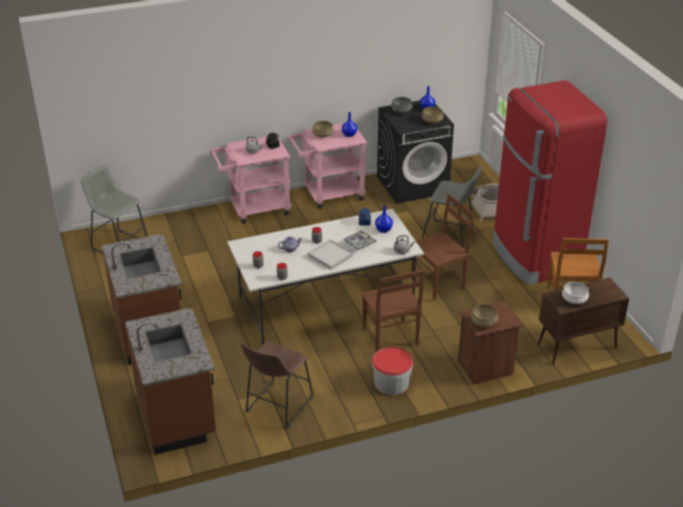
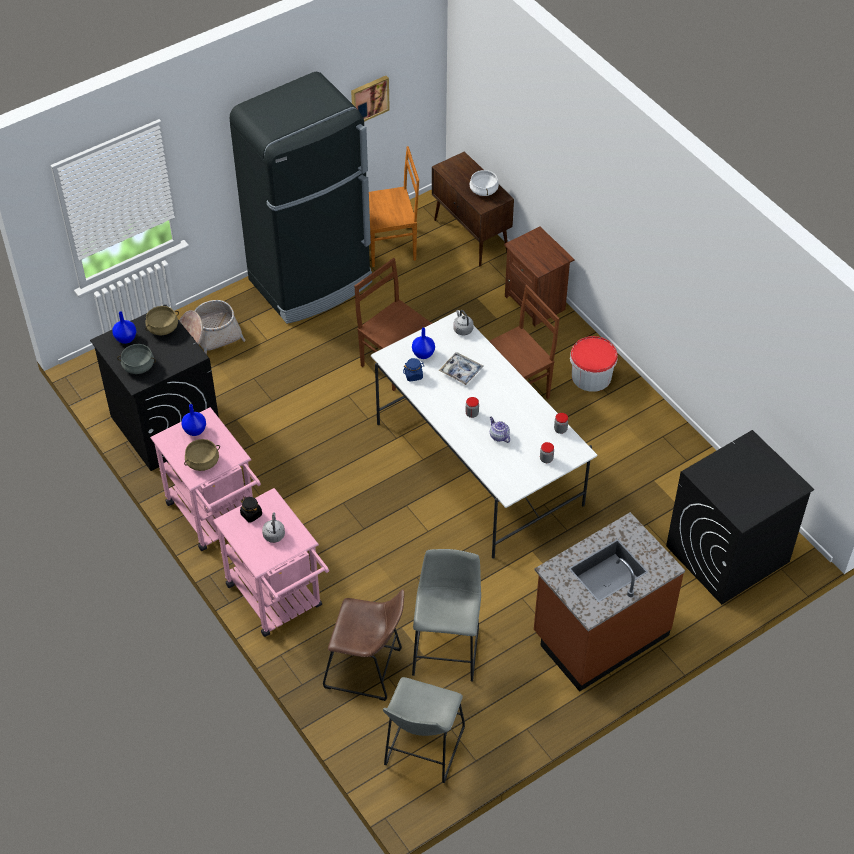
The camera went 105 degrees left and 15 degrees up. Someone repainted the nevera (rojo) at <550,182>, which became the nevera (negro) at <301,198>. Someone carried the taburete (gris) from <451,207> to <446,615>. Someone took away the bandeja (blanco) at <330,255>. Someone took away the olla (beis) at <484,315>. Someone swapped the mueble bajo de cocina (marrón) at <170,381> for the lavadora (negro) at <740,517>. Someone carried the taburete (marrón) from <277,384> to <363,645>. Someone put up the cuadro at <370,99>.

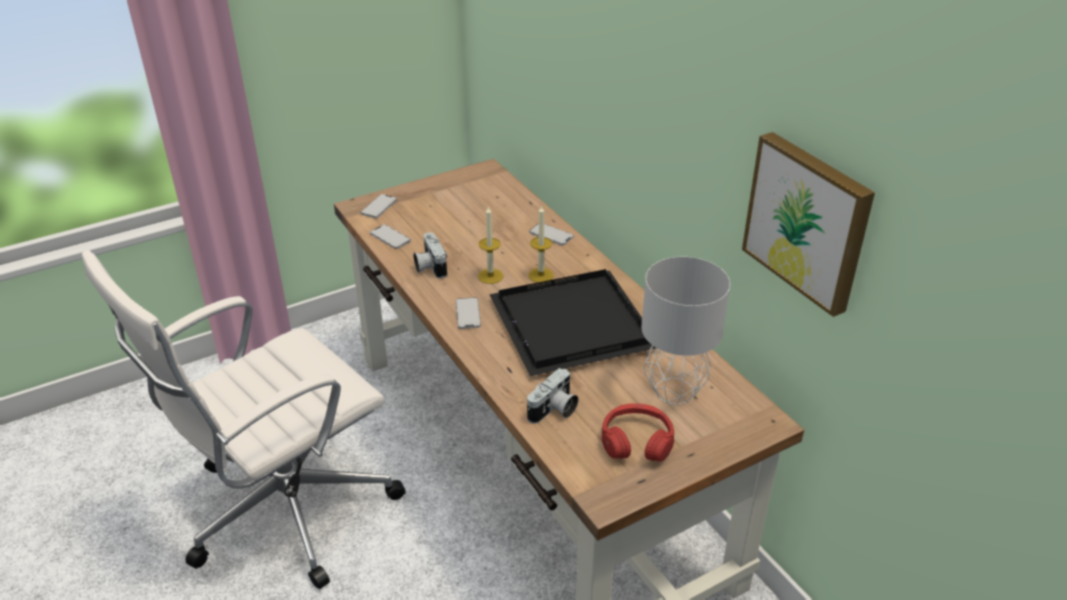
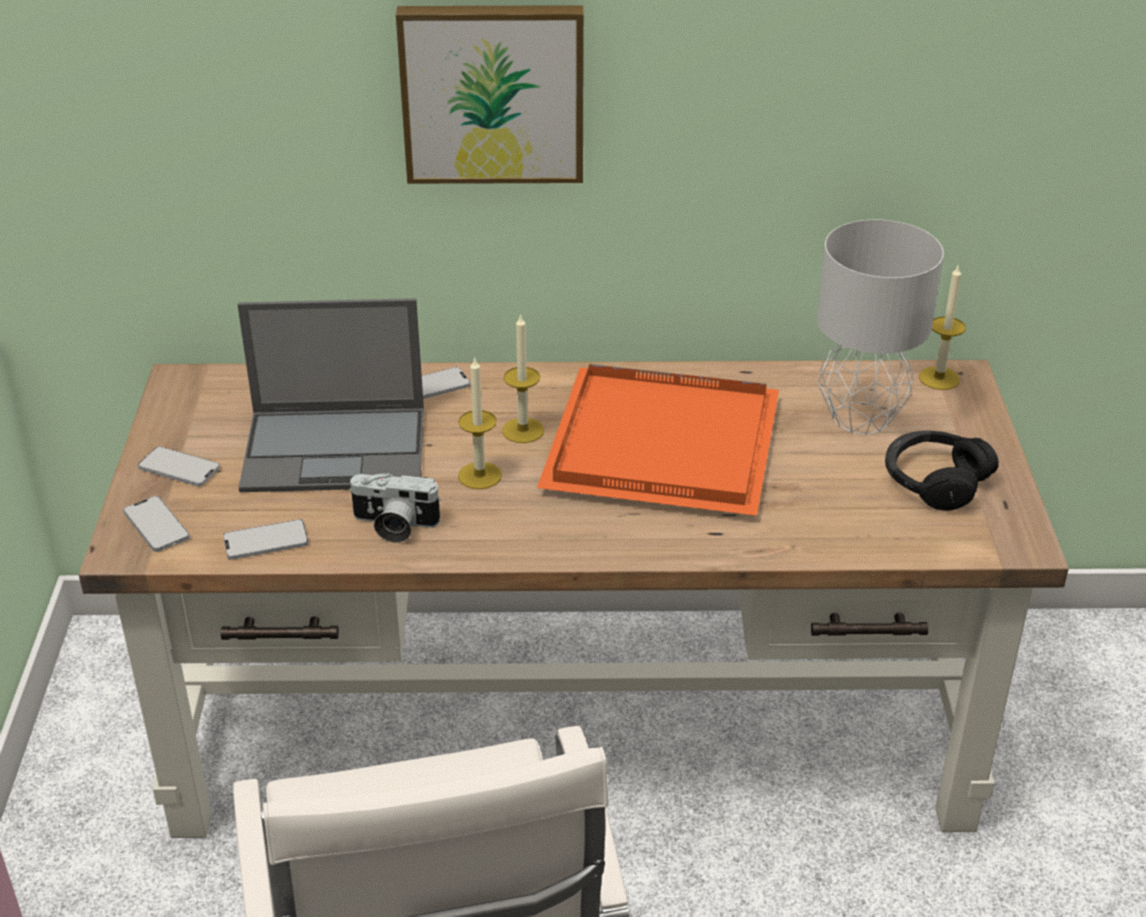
The camera went 60 degrees left and 0 degrees up. Someone carried the cuadro from <808,224> to <490,94>. Someone repainted the bandeja (negro) at <572,322>, which became the bandeja (naranja) at <658,440>. Someone carried the móvil from <468,313> to <179,466>. Someone took away the cámara at <552,396>. Someone repainted the auriculares (rojo) at <638,432>, which became the auriculares (negro) at <942,471>. Someone put down the vela at <942,327>. Someone put down the portátil at <331,395>.

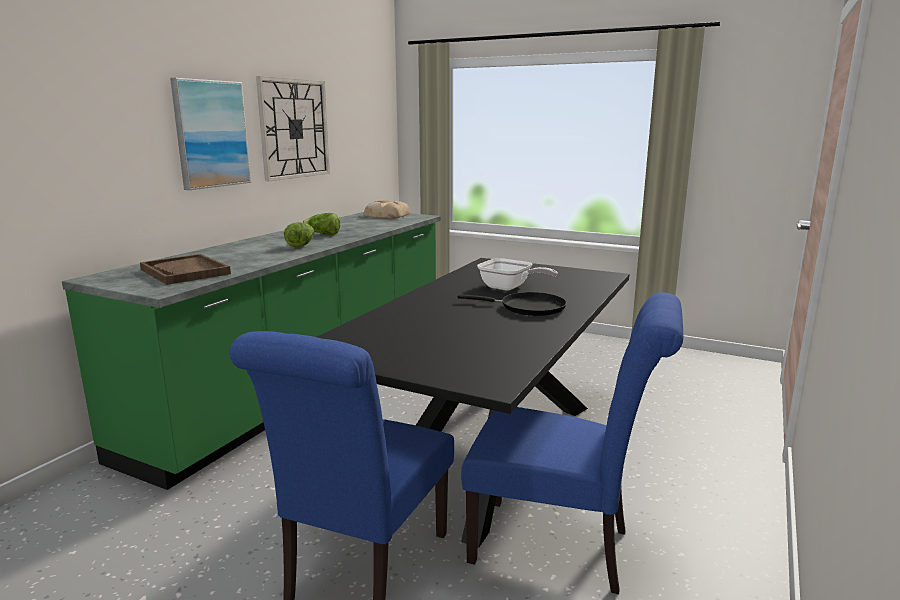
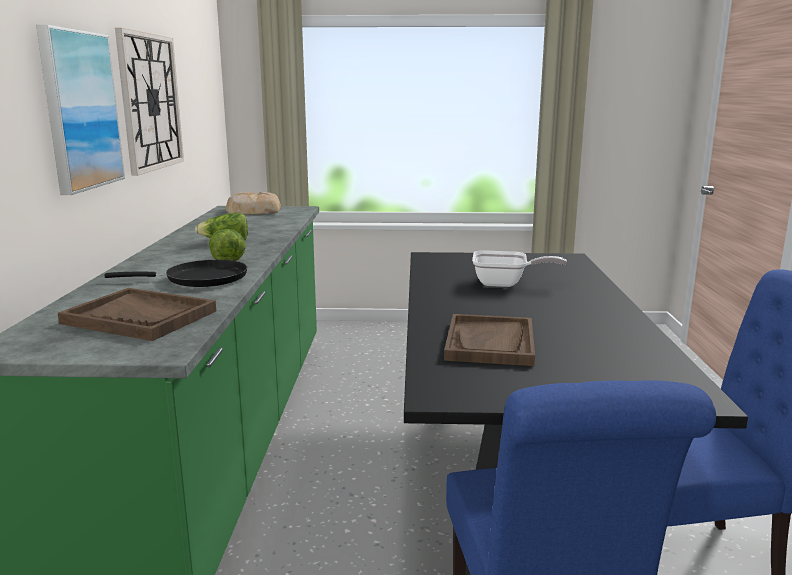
The camera went 25 degrees left and 0 degrees up. Someone carried the sartén (negro) from <512,304> to <175,273>. Someone put down the bandeja (marrón) at <489,340>.

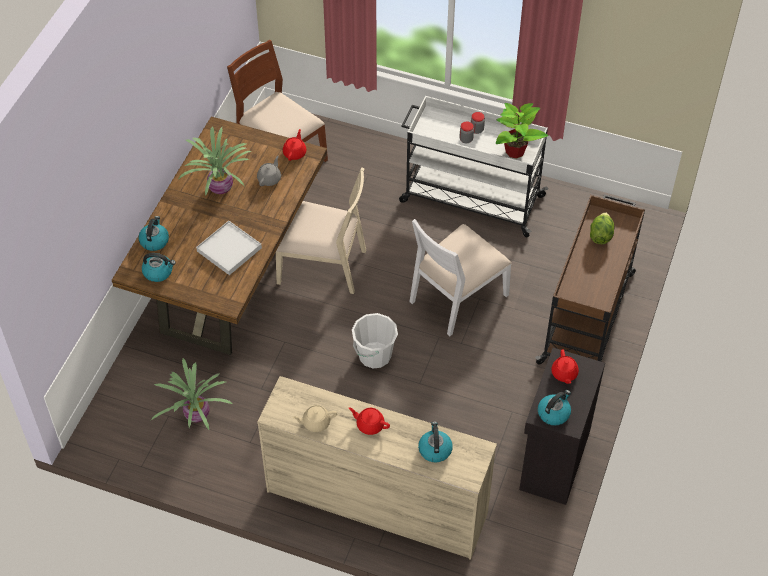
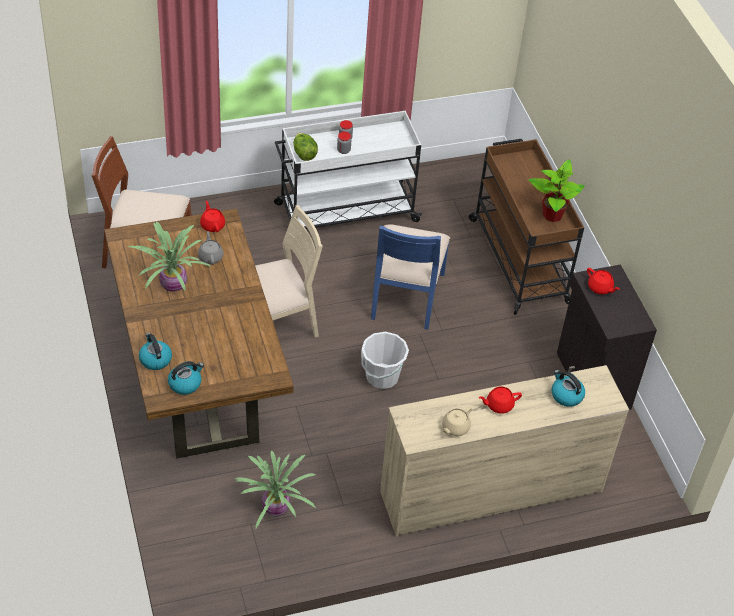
The camera went 40 degrees left and 5 degrees down. Someone carried the planta en maceta from <522,131> to <557,190>. Someone carried the lechuga from <602,228> to <305,147>. Someone repainted the silla (blanco) at <460,277>, which became the silla (azul) at <410,277>. Someone took away the bandeja (blanco) at <229,248>. Someone took away the hervidor at <554,408>.

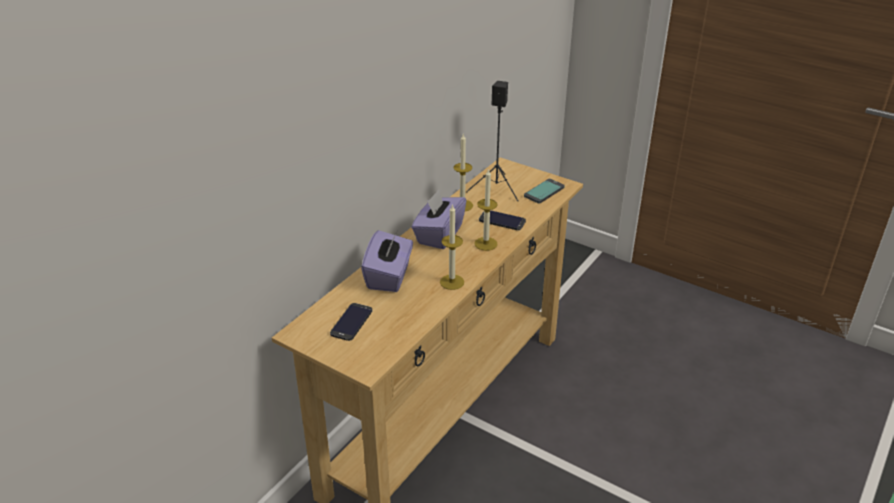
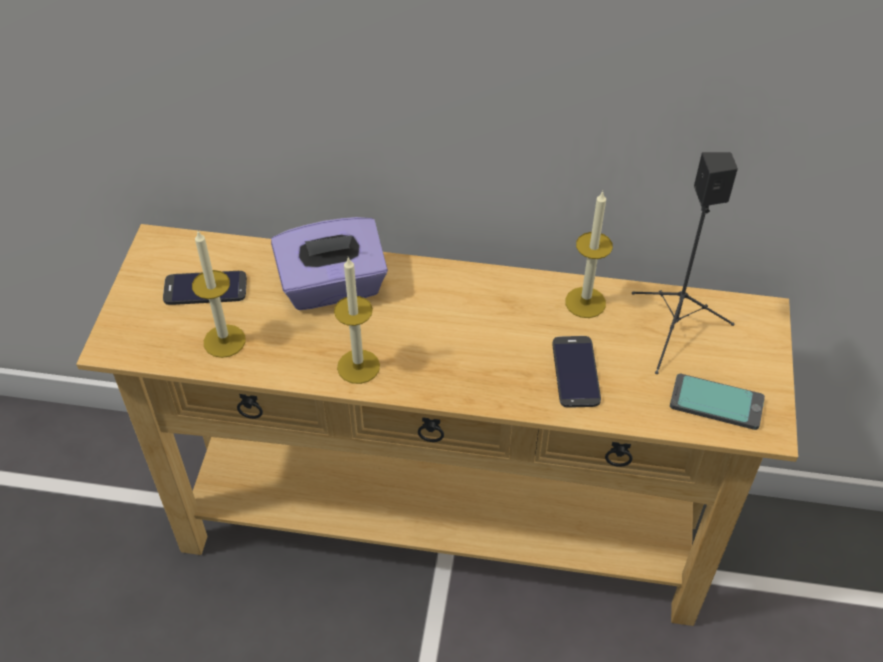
The camera went 65 degrees right and 15 degrees up. Someone carried the vela from <486,209> to <219,294>. Someone took away the caja de pañuelos (morado) at <439,219>.

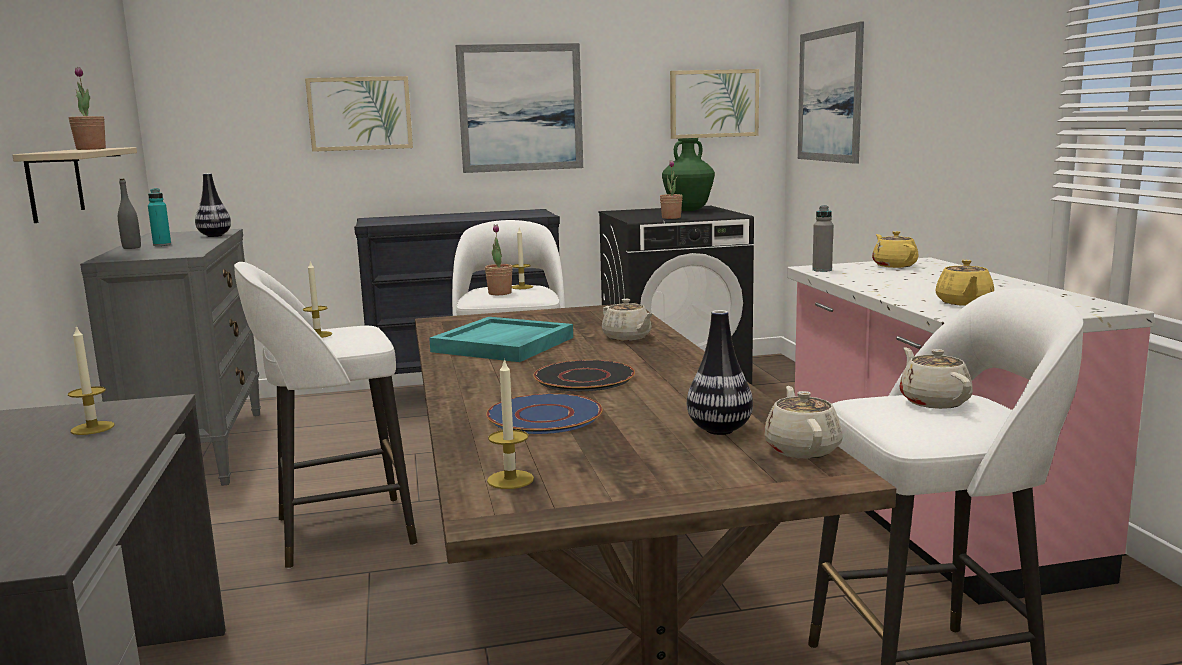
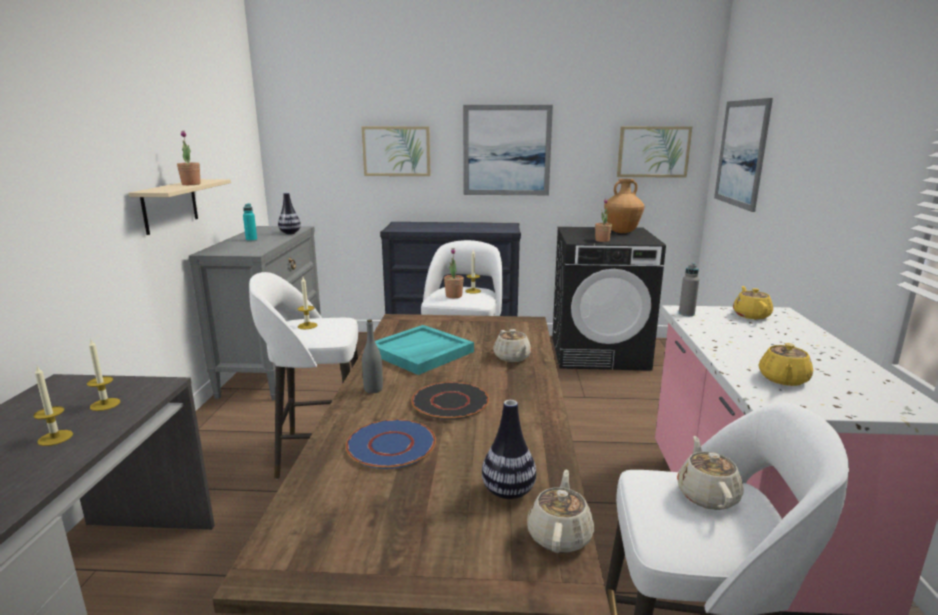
The camera went 15 degrees right and 5 degrees up. Someone repainted the florero (verde) at <688,174>, which became the florero (marrón) at <624,206>. Someone carried the botella (gris) from <129,214> to <372,356>. Someone carried the vela from <510,423> to <53,406>.

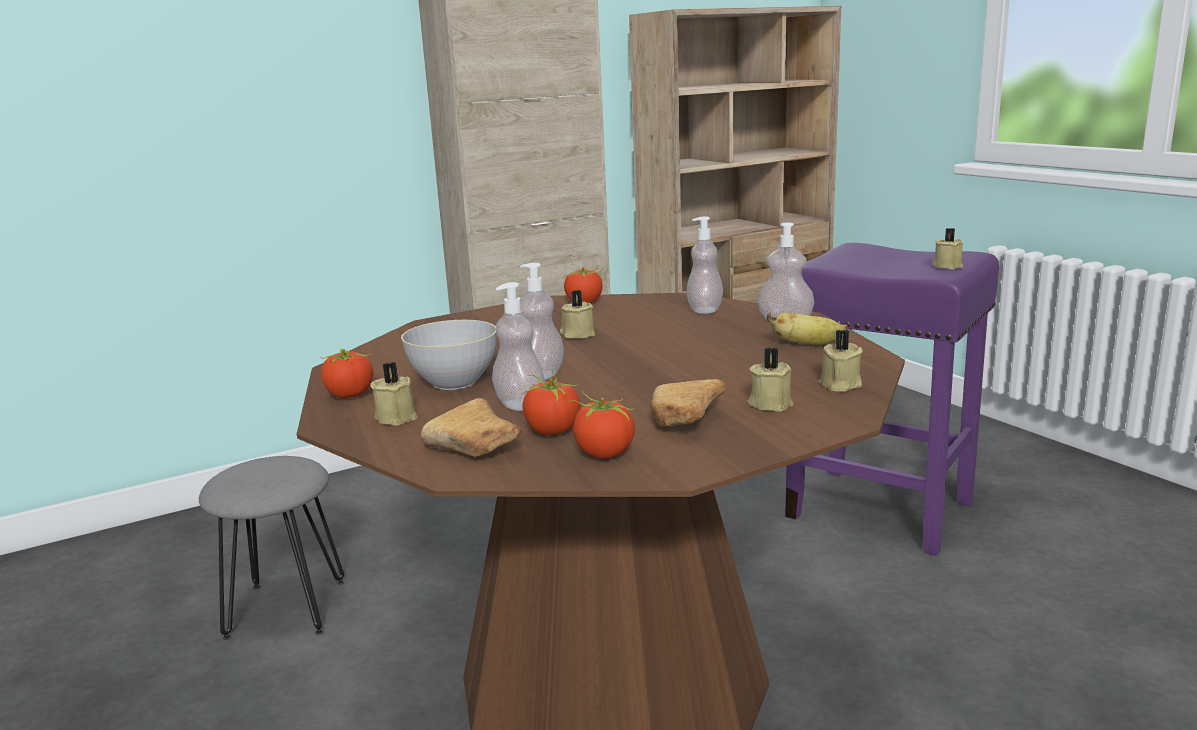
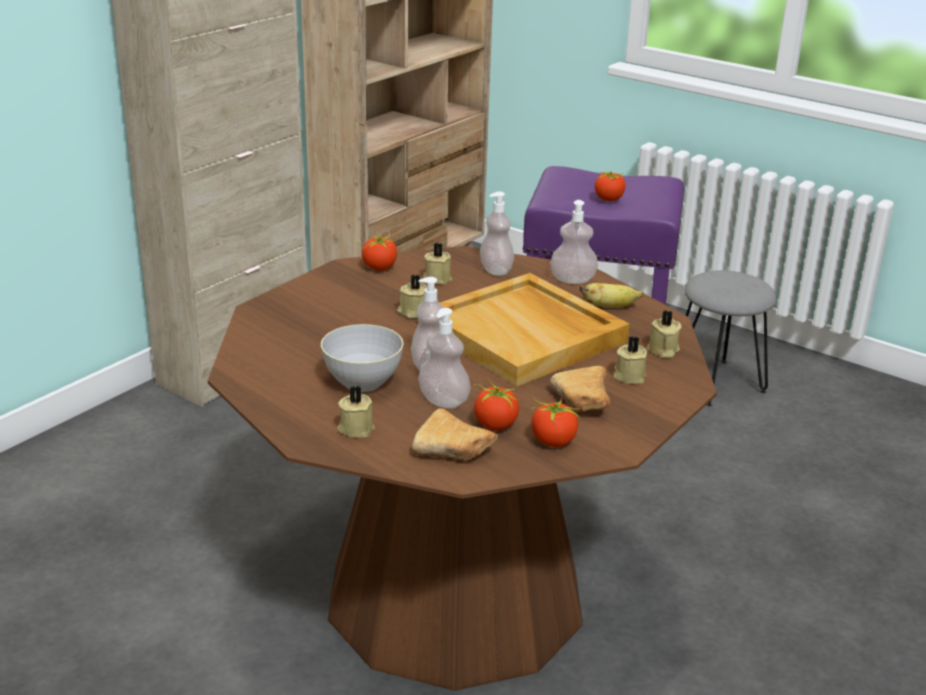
The camera went 25 degrees left and 10 degrees up. Someone carried the vela (beis) from <947,248> to <437,264>. Someone carried the tomate from <346,373> to <610,186>. Someone carried the taburete (gris) from <272,548> to <730,338>. Someone put down the bandeja (beis) at <534,330>.

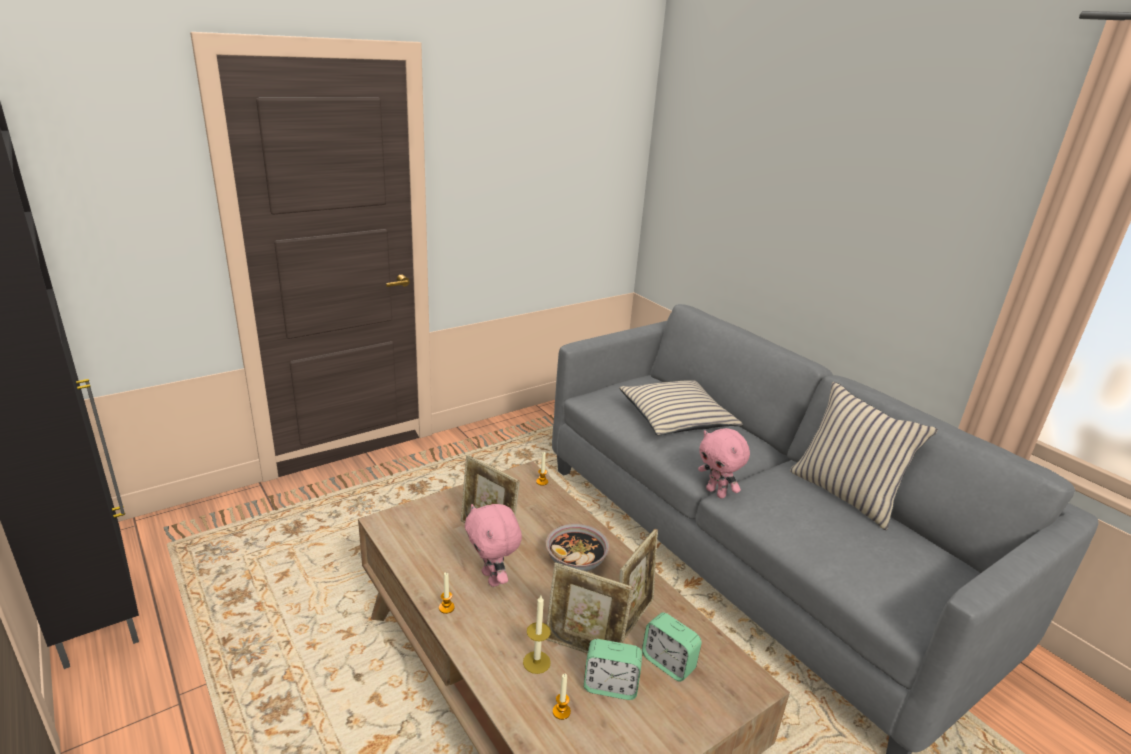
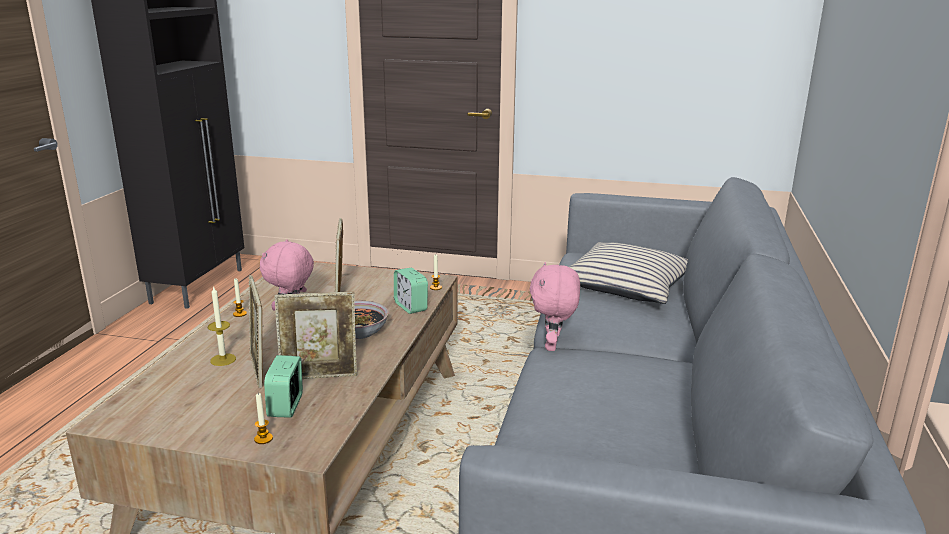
The camera went 50 degrees right and 5 degrees down. Someone took away the cojín (beis) at <864,456>. Someone carried the despertador from <613,669> to <411,291>. Someone carried the vela from <562,697> to <263,418>.

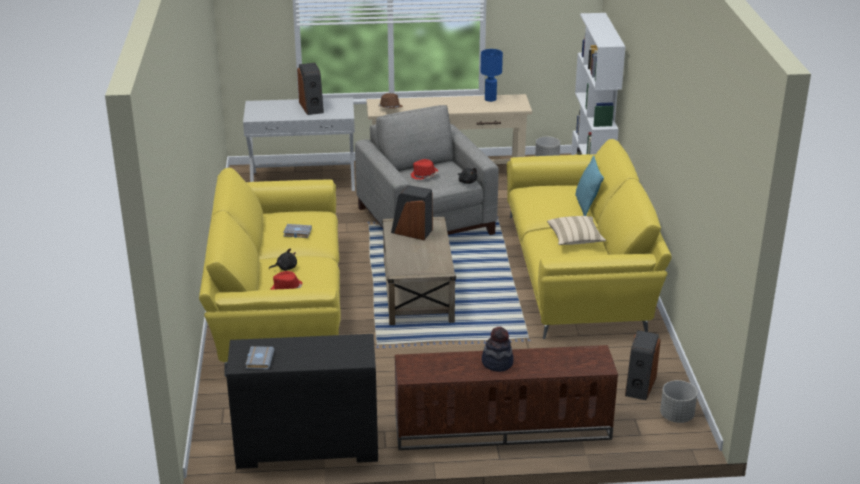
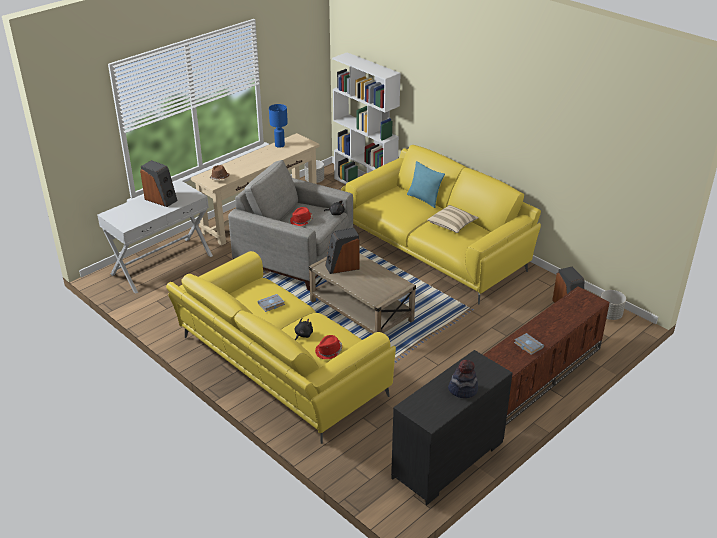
The camera went 40 degrees left and 5 degrees up. Someone carried the sombrero from <498,349> to <463,379>. Someone carried the libro (gris) from <260,358> to <529,344>.

